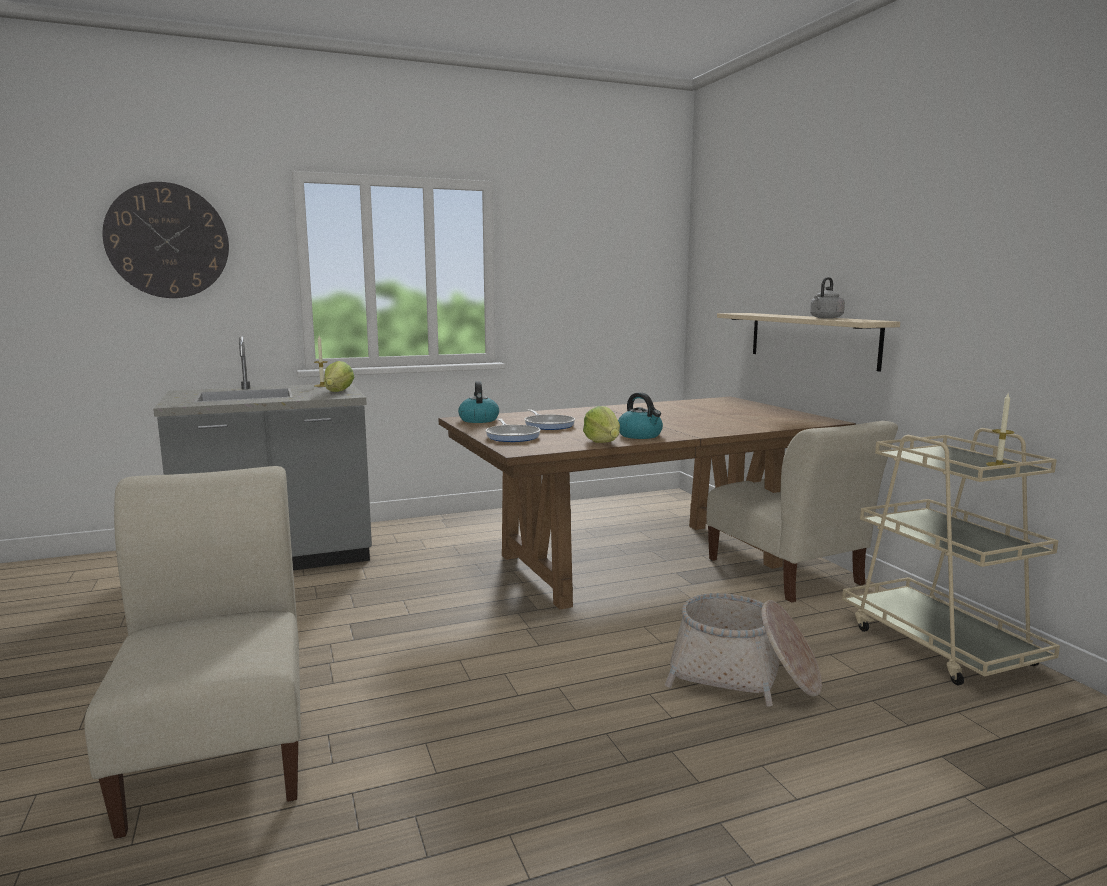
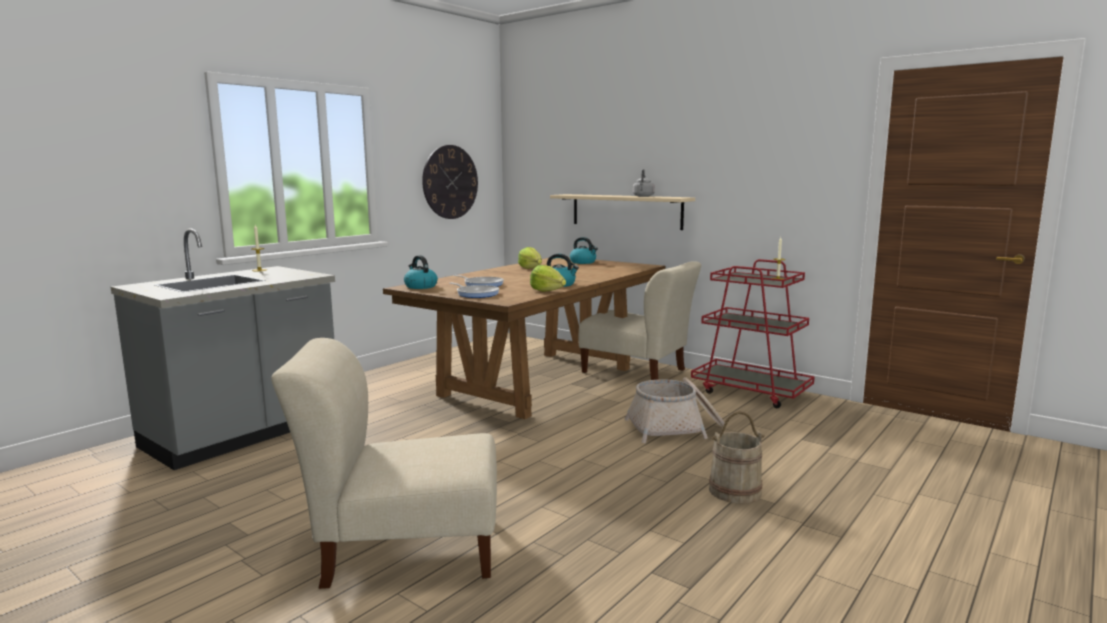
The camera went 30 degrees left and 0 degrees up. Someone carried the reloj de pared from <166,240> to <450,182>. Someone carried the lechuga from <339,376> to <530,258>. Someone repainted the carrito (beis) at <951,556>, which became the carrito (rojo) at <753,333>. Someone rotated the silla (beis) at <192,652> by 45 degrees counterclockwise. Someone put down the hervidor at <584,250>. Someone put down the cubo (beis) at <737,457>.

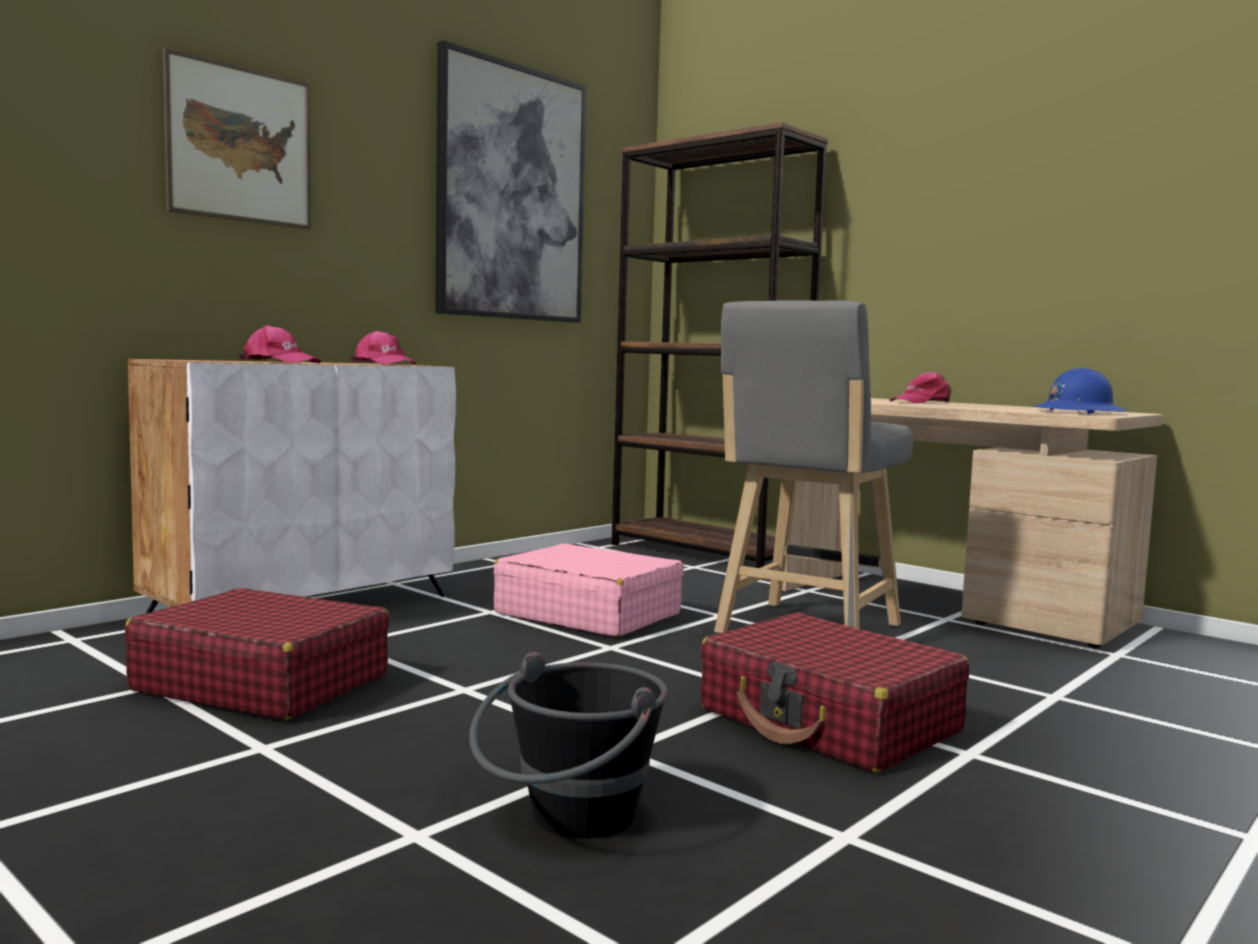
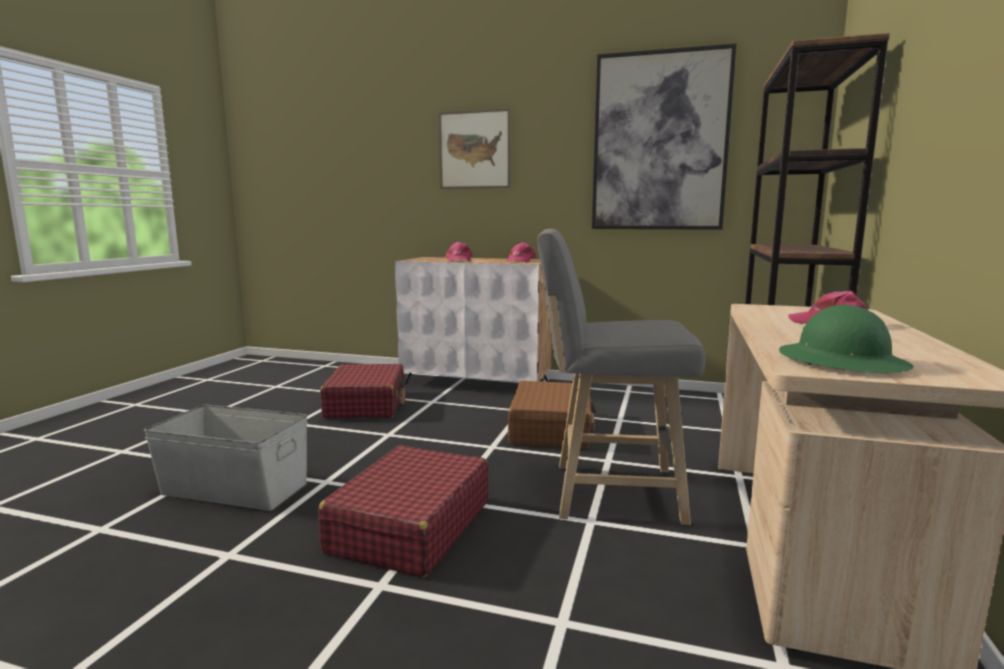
The camera went 65 degrees right and 5 degrees up. Someone repainted the casco (azul) at <1080,391>, which became the casco (verde) at <846,339>. Someone repainted the maleta (rosa) at <589,590>, which became the maleta (marrón) at <552,414>. Someone swapped the cubo (negro) at <568,745> for the caja de almacenaje (gris) at <226,458>.

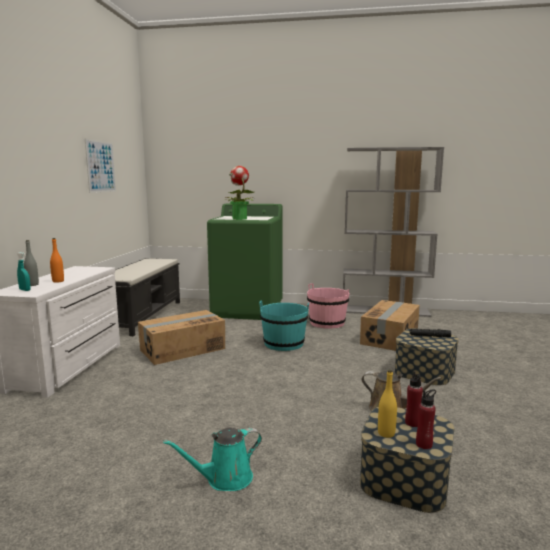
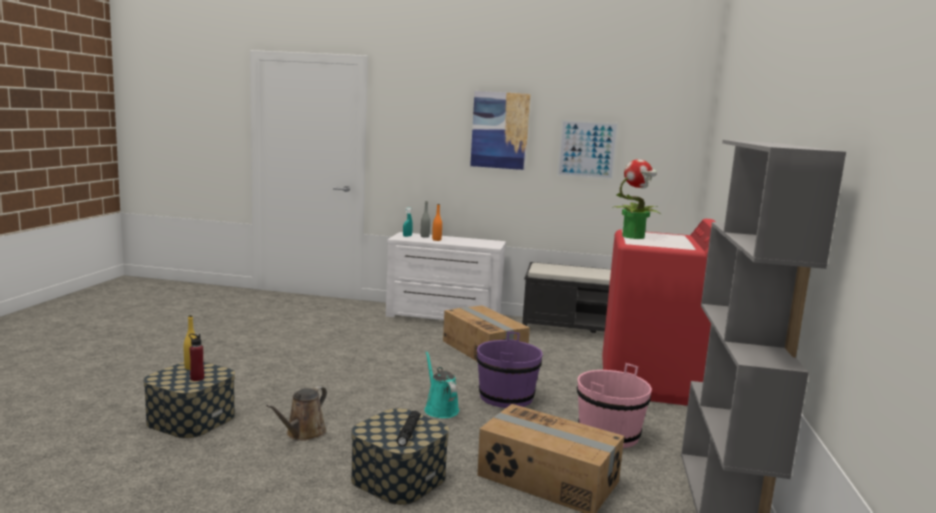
The camera went 90 degrees right and 0 degrees up. Someone repainted the lavadora (verde) at <245,261>, which became the lavadora (rojo) at <658,312>. Someone repainted the cubo (turquesa) at <284,325>, which became the cubo (morado) at <510,369>. Someone took away the botella (rojo) at <426,419>. Someone carried the regadera (turquesa) from <212,459> to <442,384>. Someone put up the cuadro at <500,130>.

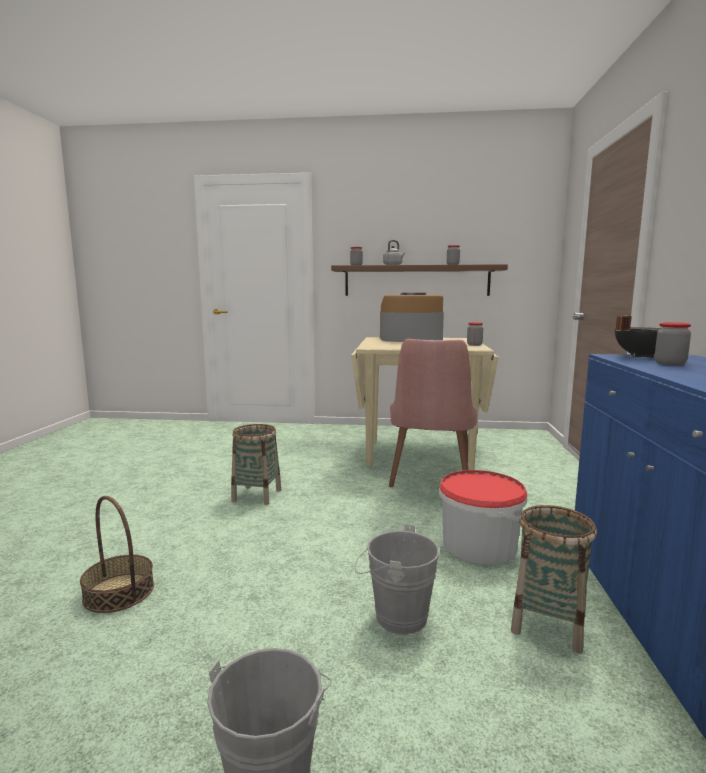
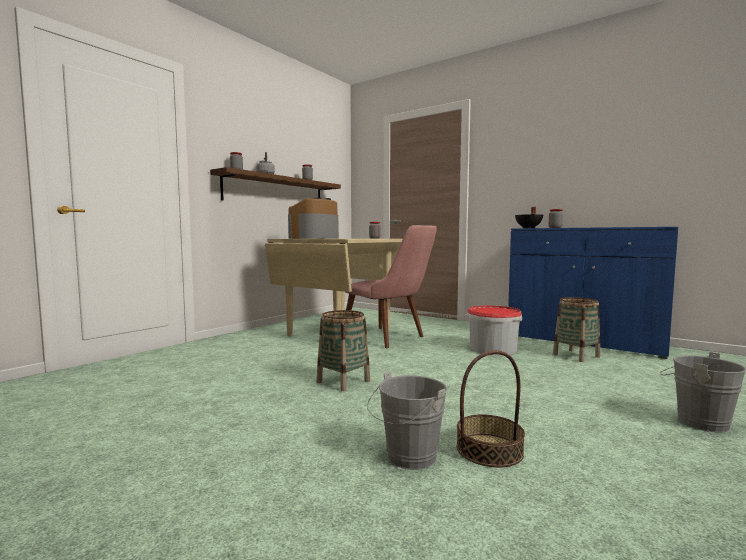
The camera went 60 degrees left and 5 degrees down. Someone carried the cubo (gris) from <397,579> to <407,420>.

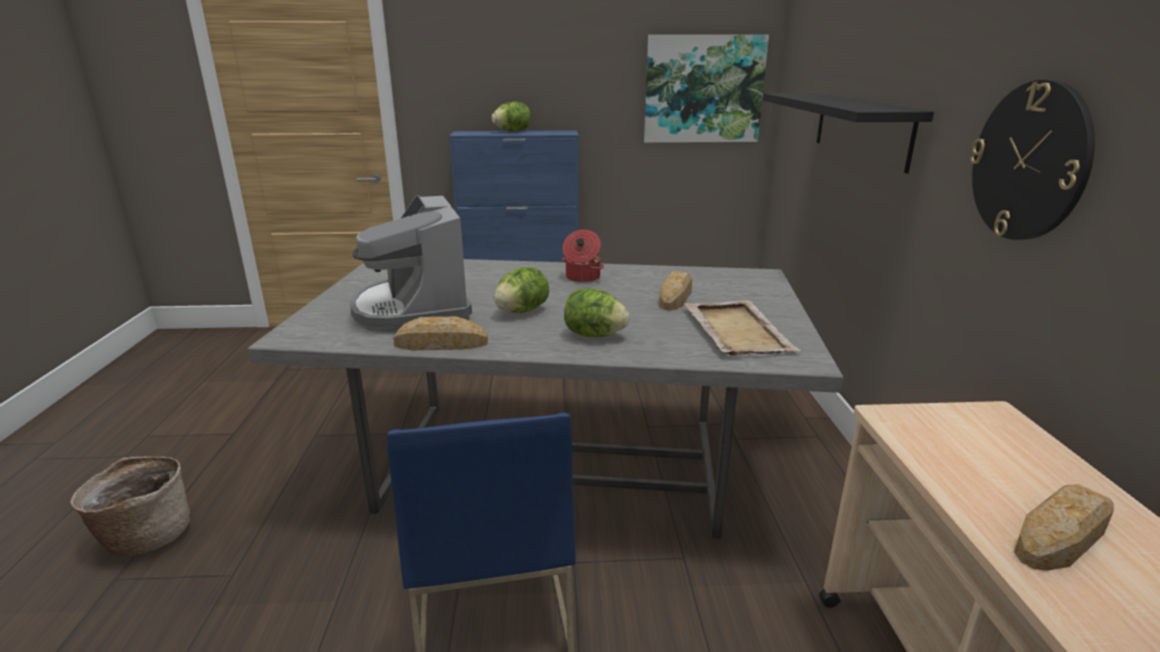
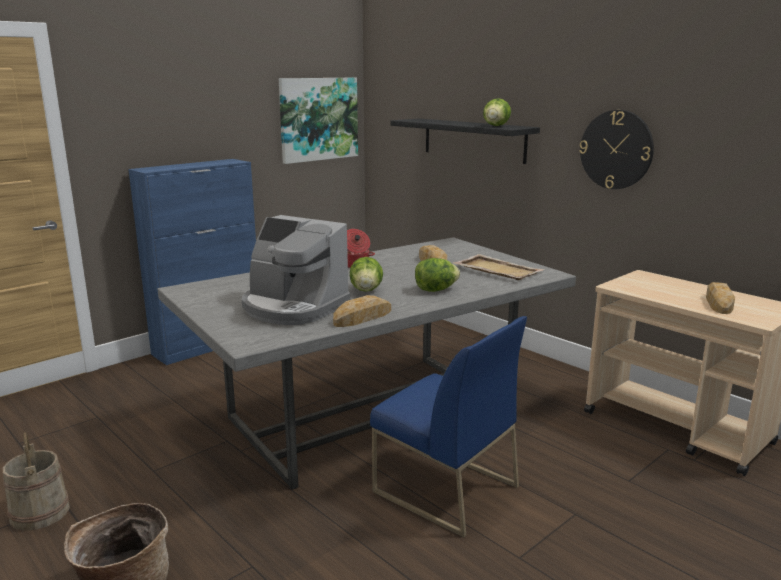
The camera went 40 degrees left and 5 degrees down. Someone carried the lechuga from <511,117> to <497,112>. Someone put down the cubo (beis) at <36,481>.

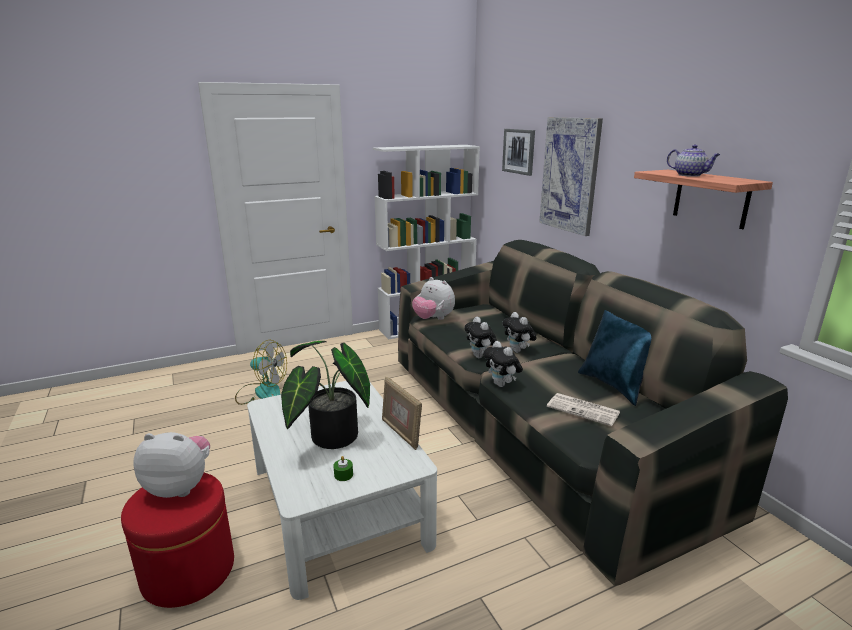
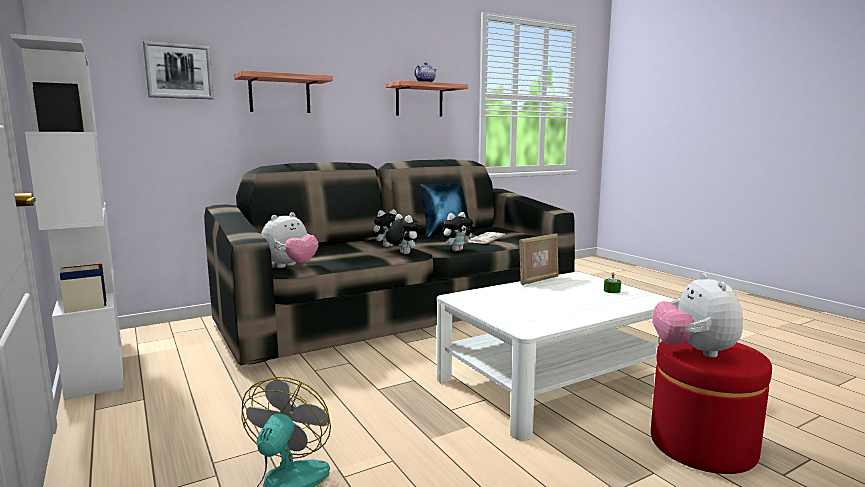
The camera went 95 degrees left and 10 degrees down. Someone swapped the cuadro at <571,176> for the estante at <283,91>. Someone rotated the peluche at <480,337> by 105 degrees counterclockwise. Someone took away the planta en maceta at <325,395>.

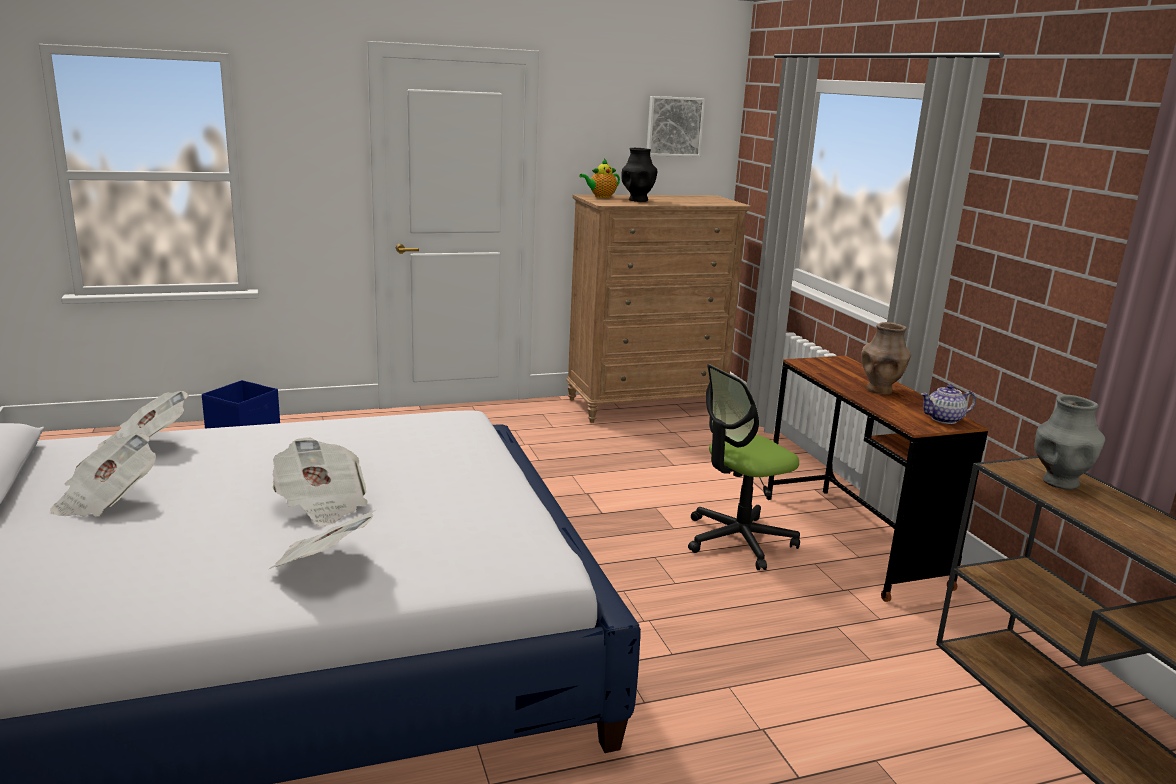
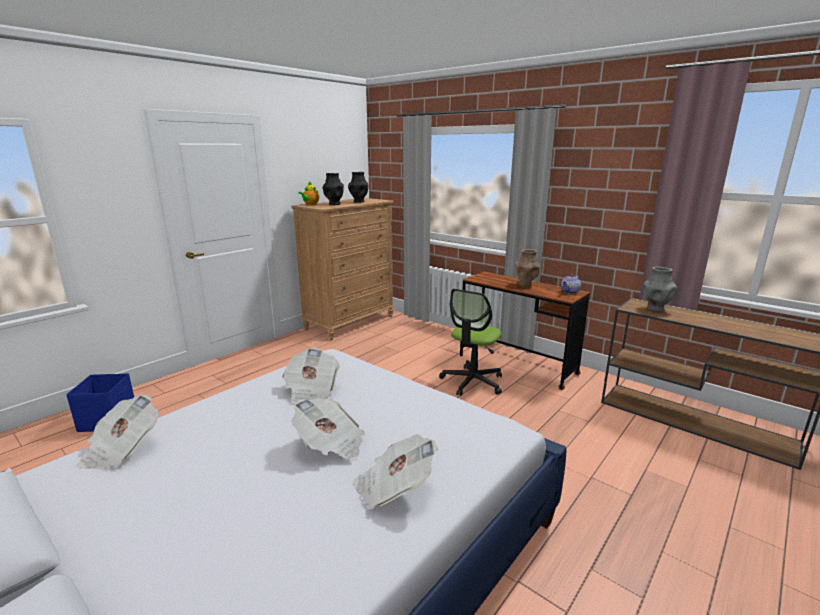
The camera went 30 degrees left and 0 degrees up. Someone took away the cuadro at <676,126>. Someone carried the periódico from <103,475> to <311,376>. Someone put down the florero (negro) at <358,187>.

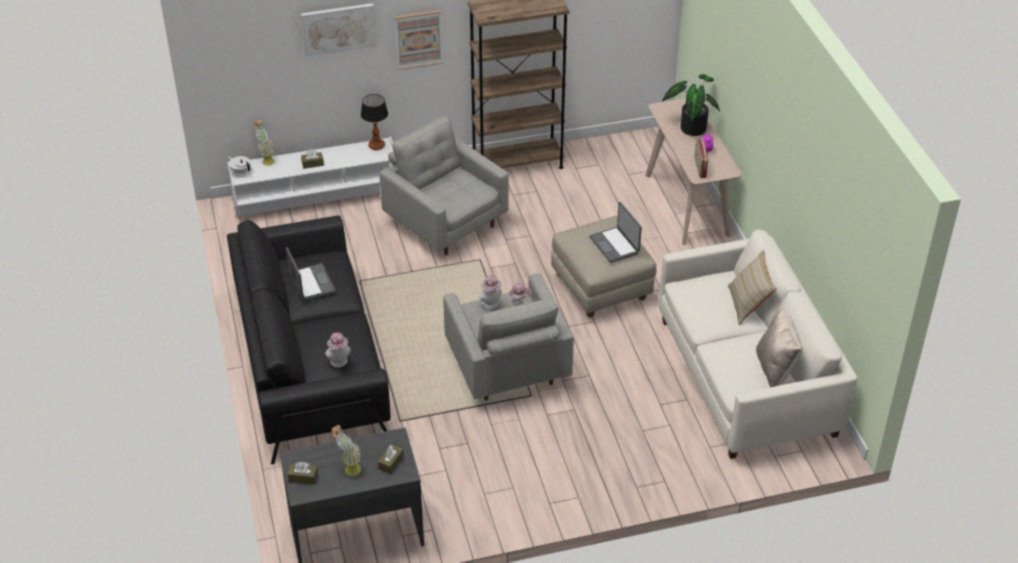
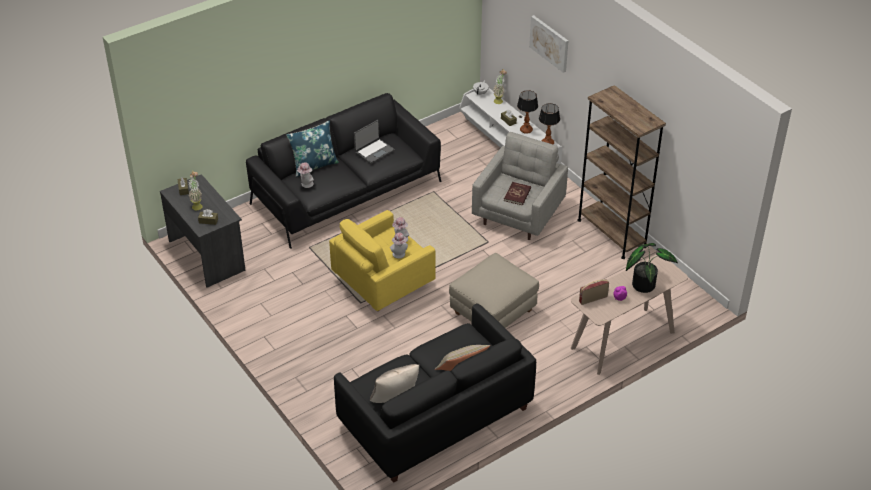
The camera went 70 degrees right and 0 degrees up. Someone took away the cuadro at <419,40>. Someone took away the portátil at <615,232>. Someone repainted the sofá (blanco) at <757,344>, which became the sofá (negro) at <435,393>. Someone repainted the sillón (gris) at <508,337>, which became the sillón (amarillo) at <382,260>. Someone put down the lámpara de mesa at <527,112>. Someone put down the cojín (azul) at <312,148>. Someone put down the libro (rojo) at <517,194>.

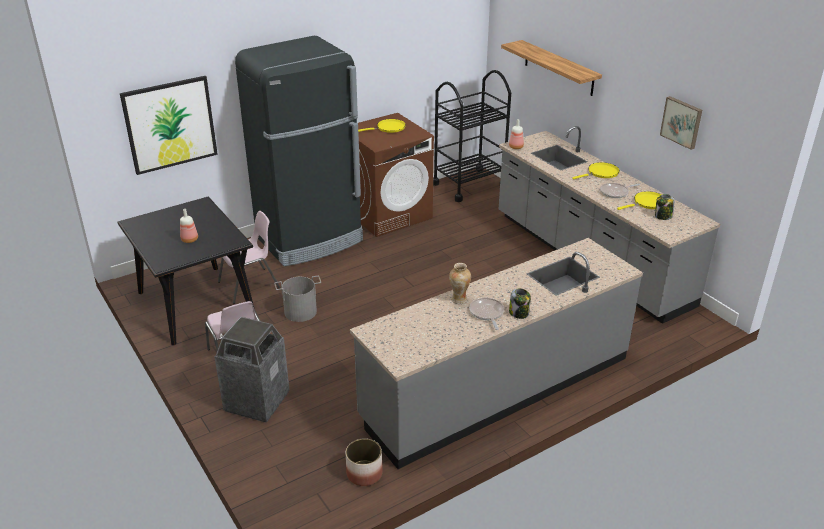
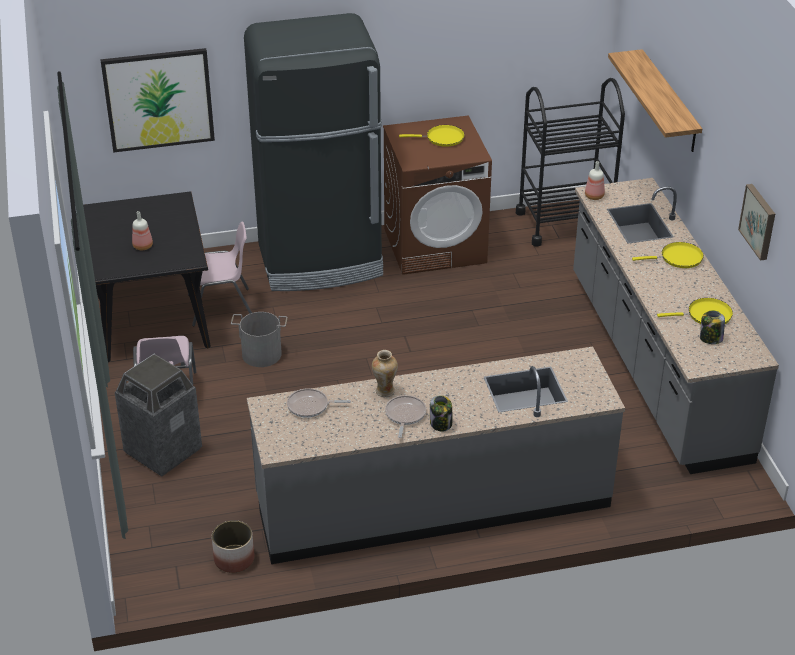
The camera went 20 degrees right and 5 degrees up. Someone carried the sartén from <620,190> to <319,403>.

